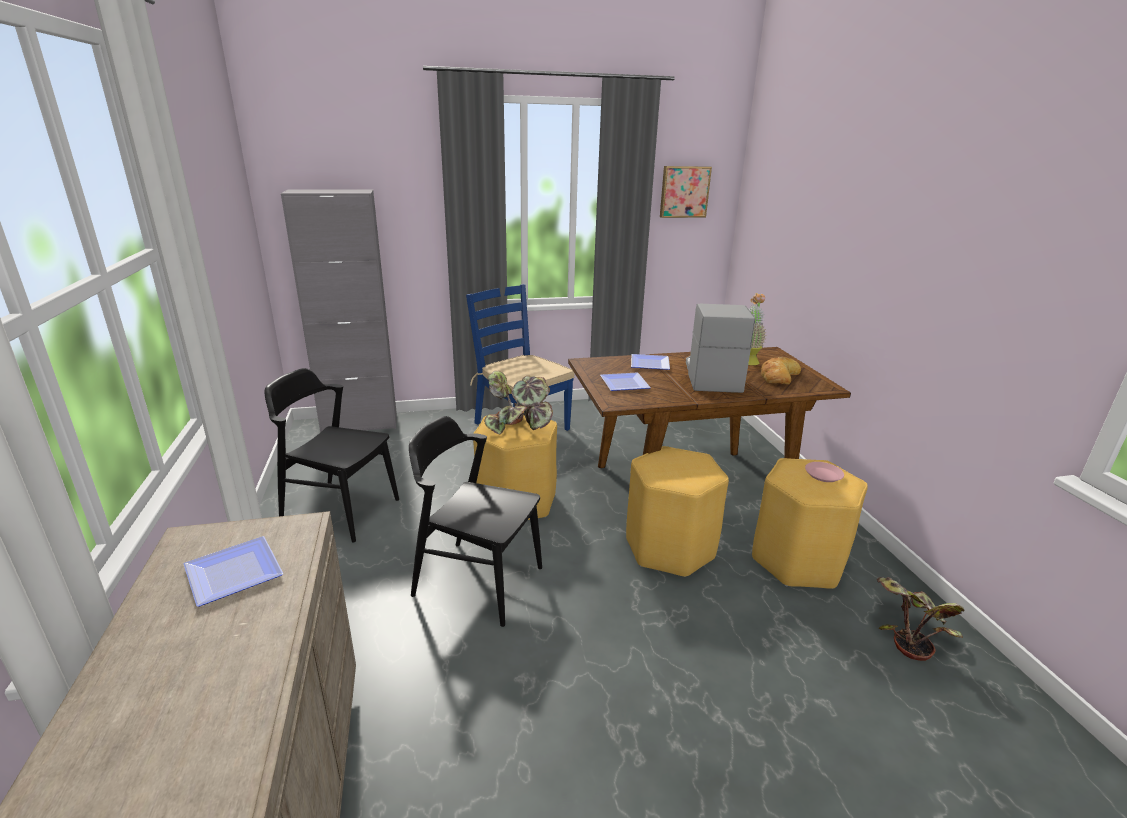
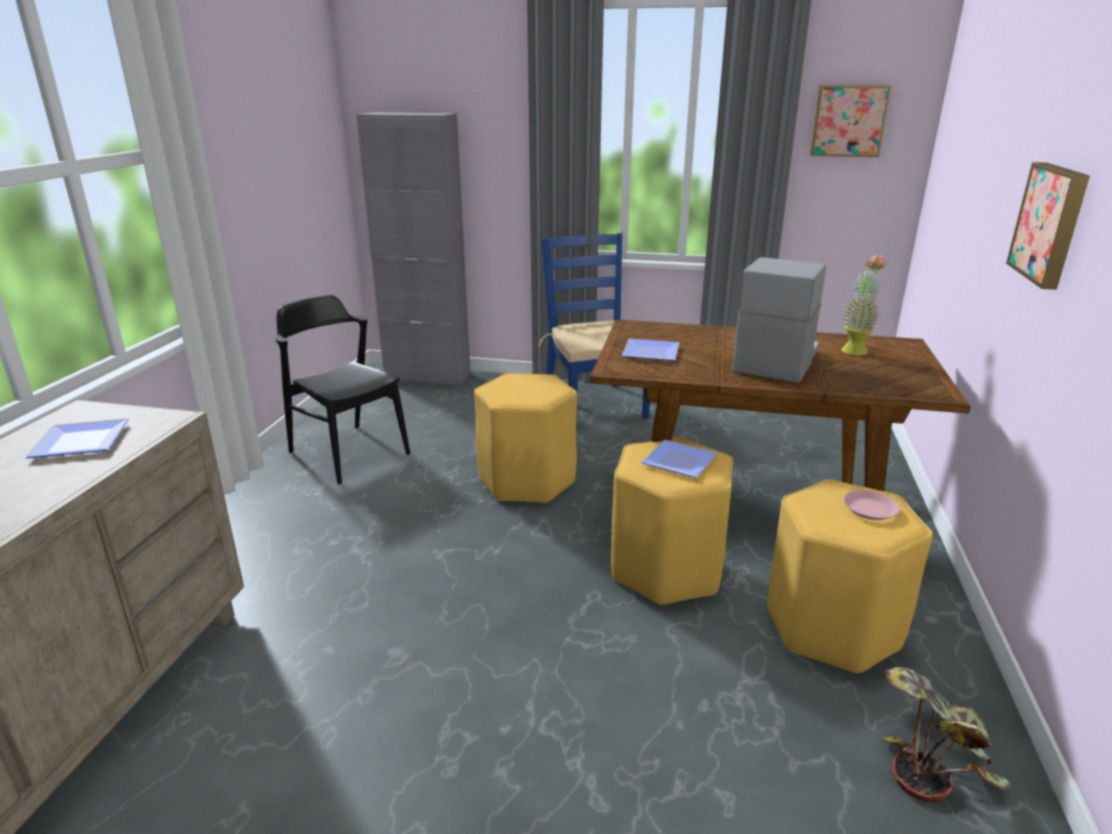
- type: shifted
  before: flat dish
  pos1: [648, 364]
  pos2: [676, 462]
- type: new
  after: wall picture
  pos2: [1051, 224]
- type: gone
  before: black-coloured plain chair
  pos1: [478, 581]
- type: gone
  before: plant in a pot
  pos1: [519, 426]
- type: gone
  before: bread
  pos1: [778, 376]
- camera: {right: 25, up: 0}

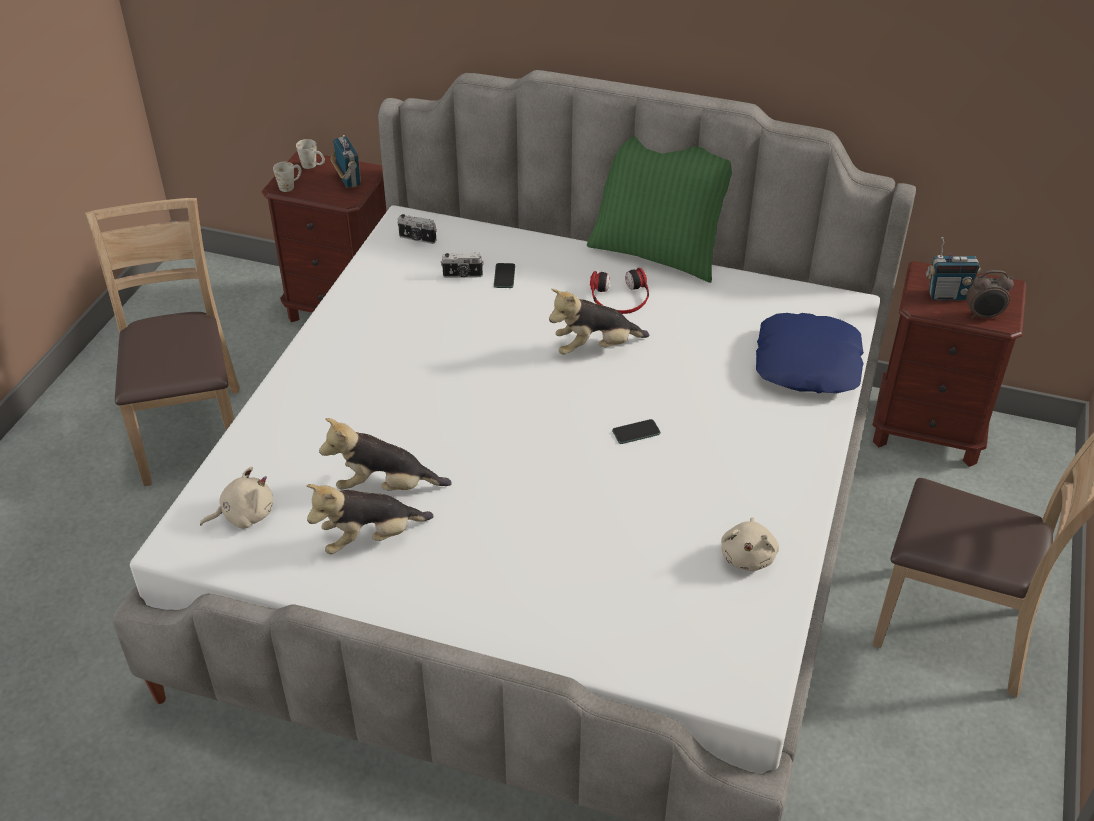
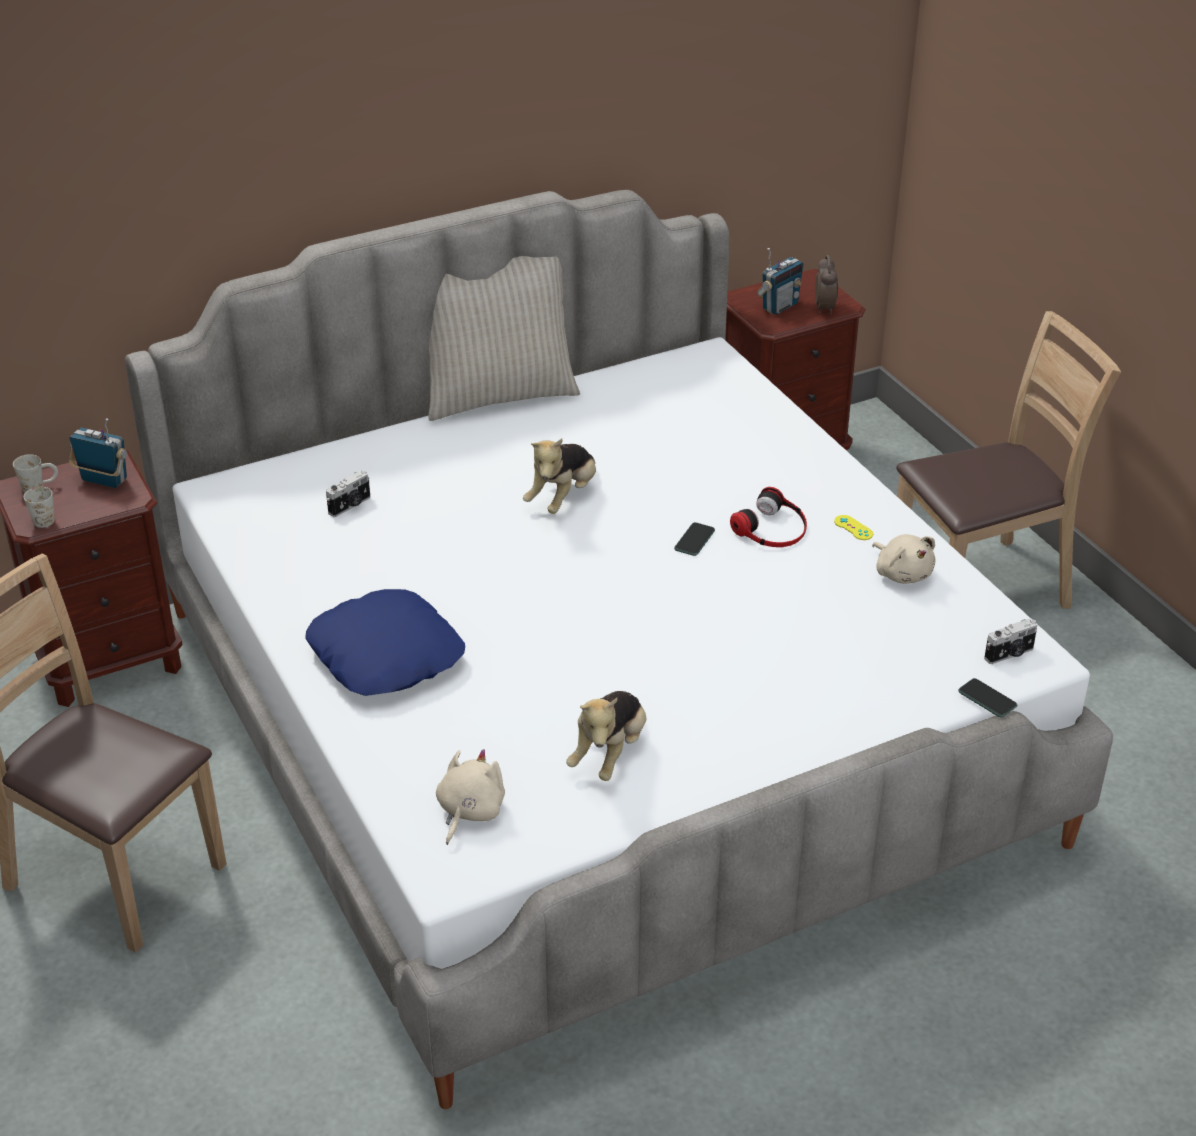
- type: shifted
  before: bluish throw pillow
  pos1: [808, 364]
  pos2: [387, 655]
- type: repainted
  before: greenish throw pillow
  after: beige throw pillow
  pos1: [657, 252]
  pos2: [498, 394]
- type: shifted
  before: headphones
  pos1: [620, 297]
  pos2: [772, 528]
- type: rotated
  before: table clock
  pos1: [983, 316]
  pos2: [825, 308]
  turn: -45
- type: new
  after: yellowish game controller
  pos2: [853, 528]
- type: shifted
  before: handset
  pos1: [504, 276]
  pos2: [987, 699]
- type: shifted
  before: photo camera
  pos1: [417, 239]
  pos2: [1010, 654]
- type: gone
  before: soft toy
  pos1: [385, 487]
- camera: {right: -45, up: -5}

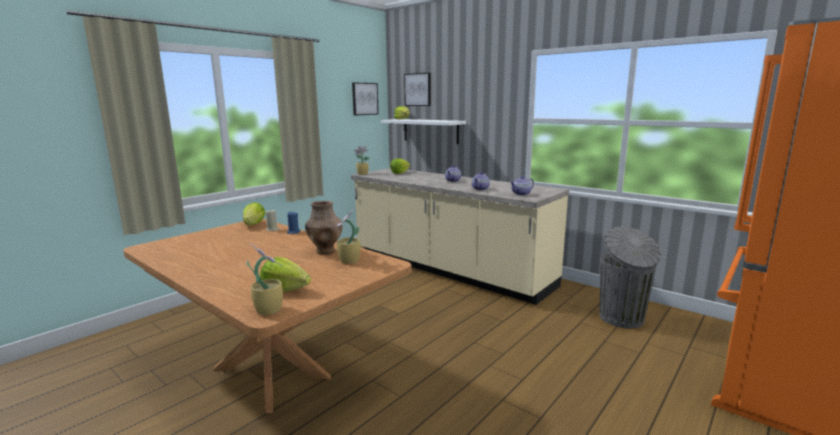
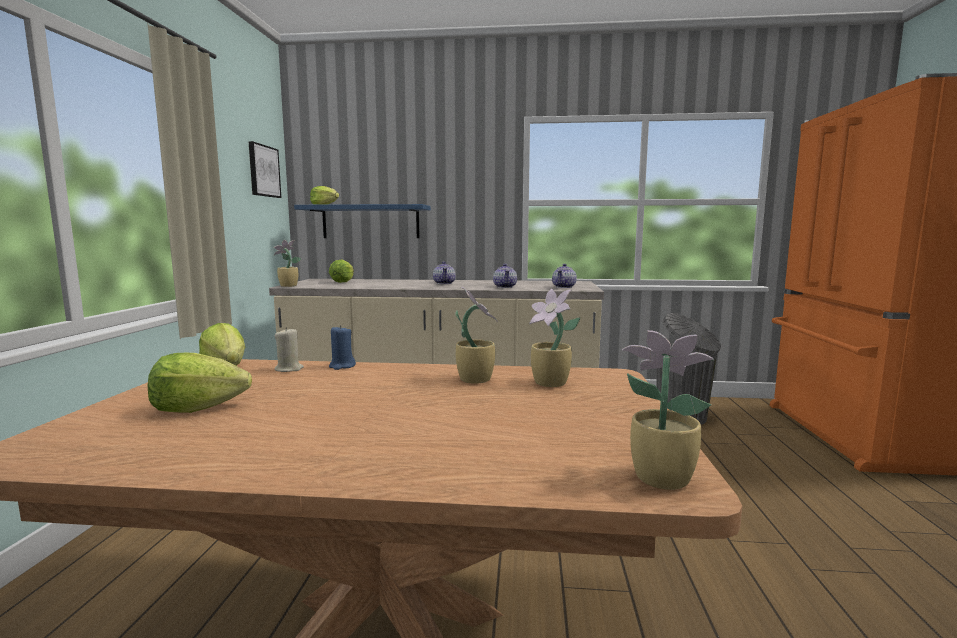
- type: shifted
  before: head of lettuce
  pos1: [285, 290]
  pos2: [198, 408]
- type: repainted
  before: white-coloured shelf
  after: bluish shelf
  pos1: [430, 131]
  pos2: [370, 222]
- type: swapped
  before: brownish vase
  after: plant in a pot
  pos1: [325, 251]
  pos2: [475, 379]
- type: gone
  before: wall picture
  pos1: [418, 89]
- camera: {right: -35, up: -5}

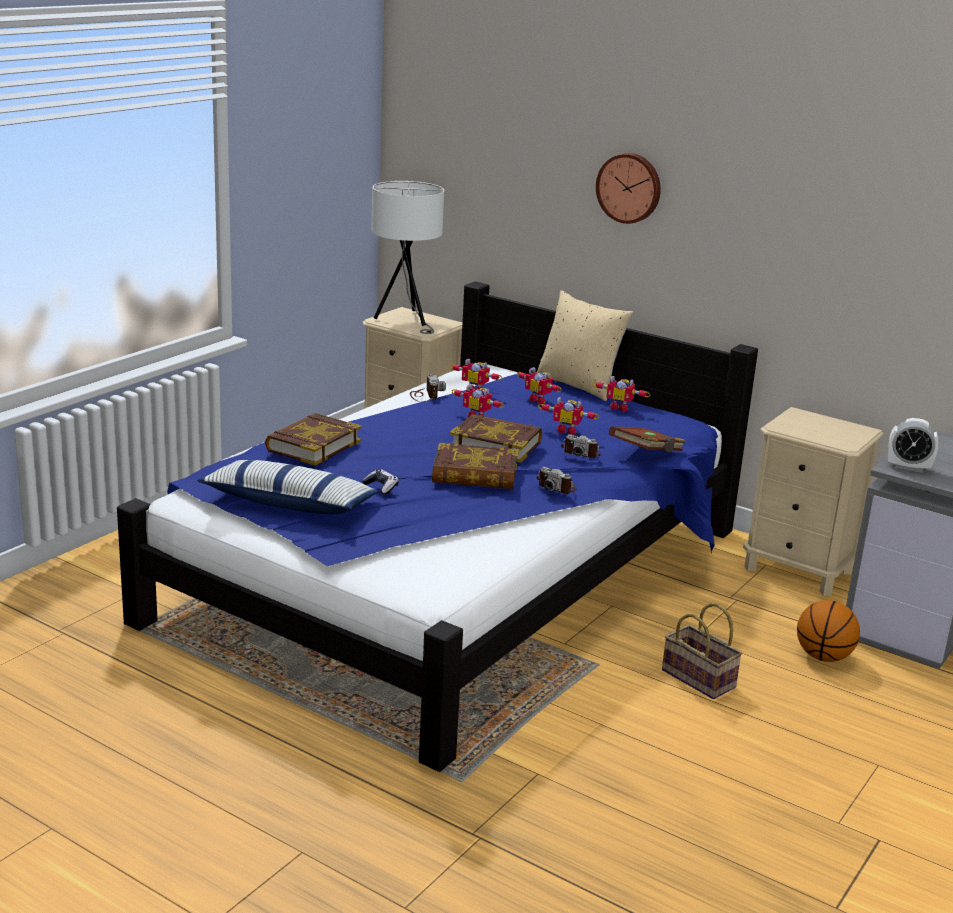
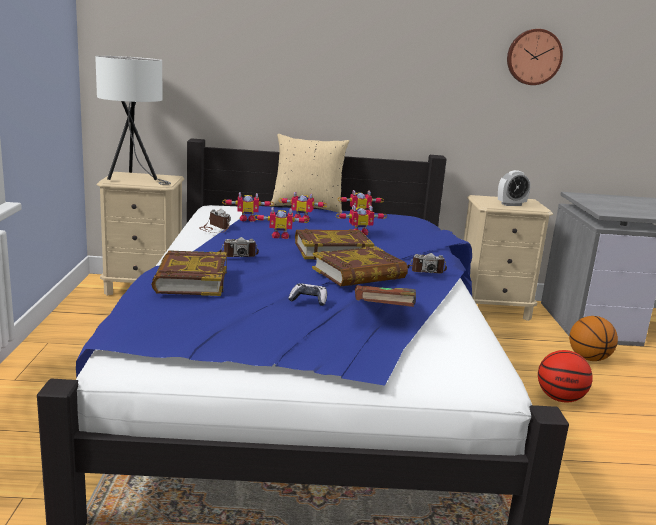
- type: shifted
  before: photo camera
  pos1: [581, 453]
  pos2: [237, 255]
- type: shifted
  before: brownish volume
  pos1: [647, 454]
  pos2: [383, 312]
- type: shifted
  before: table clock
  pos1: [908, 467]
  pos2: [511, 204]
- type: shifted
  before: hanging clock
  pos1: [629, 187]
  pos2: [533, 57]
- type: swapped
  before: household basket
  after: basketball
  pos1: [700, 679]
  pos2: [560, 398]
- type: gone
  before: throw pillow
  pos1: [289, 504]
- camera: {right: -35, up: -5}

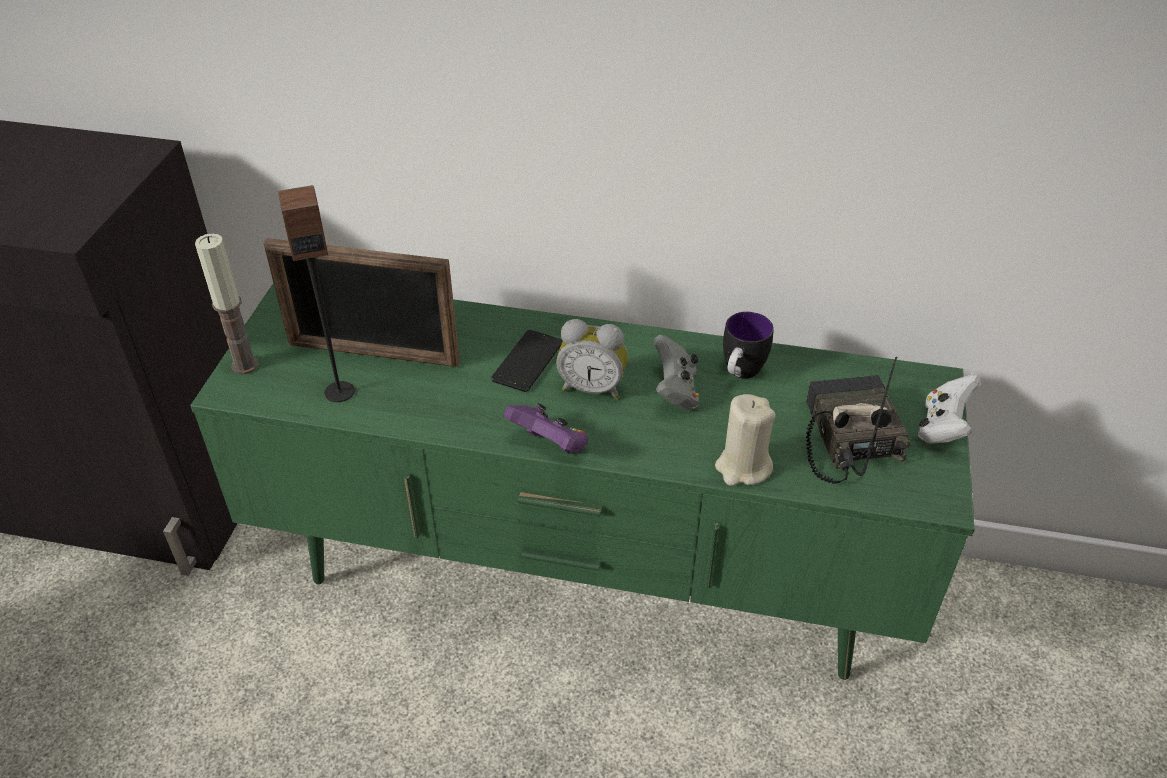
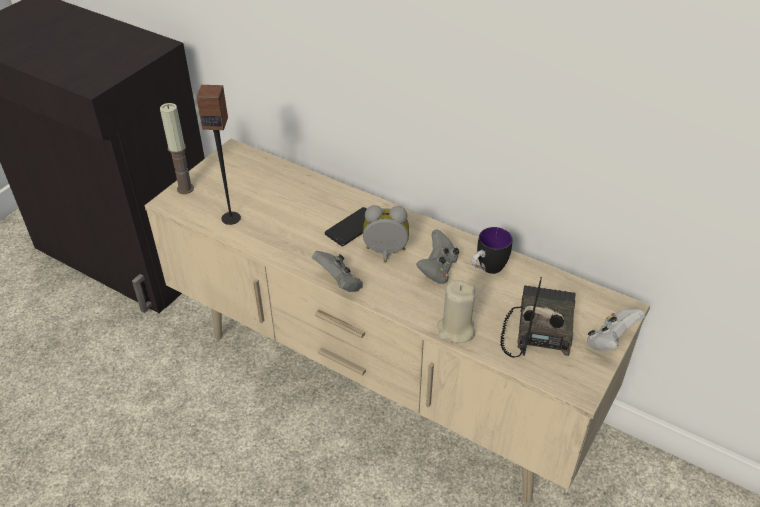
- type: repainted
  before: greenish tv stand
  after: beige tv stand
  pos1: [583, 581]
  pos2: [380, 386]
- type: repainted
  before: purple-coloured game controller
  after: greyish game controller
  pos1: [550, 445]
  pos2: [339, 283]
- type: rotated
  before: table clock
  pos1: [592, 387]
  pos2: [385, 254]
  turn: 150
- type: gone
  before: standing frame
  pos1: [373, 354]
- camera: {right: 20, up: 0}

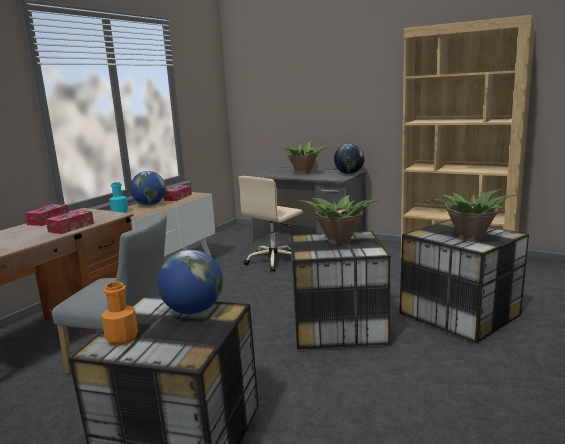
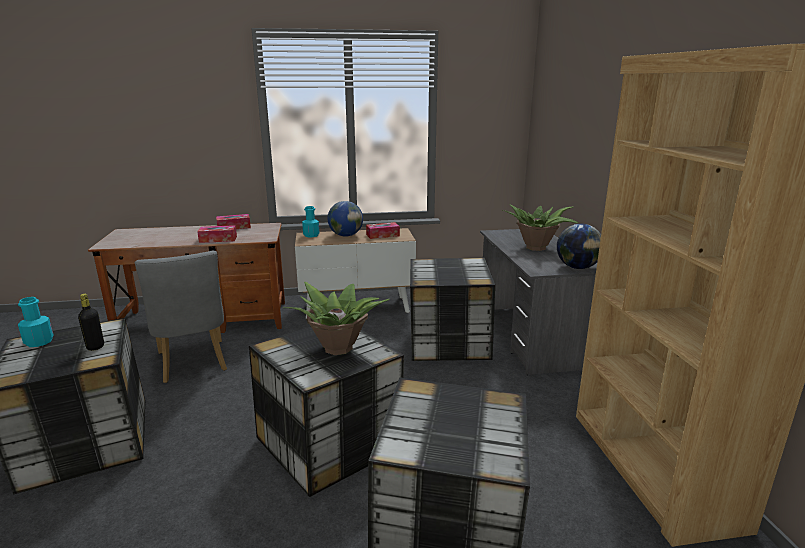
- type: repainted
  before: orange-coloured beverage bottle
  after: turquoise-coloured beverage bottle
  pos1: [122, 338]
  pos2: [39, 342]
- type: swapped
  before: world globe
  after: black-coloured beverage bottle
  pos1: [193, 311]
  pos2: [95, 347]
- type: swapped
  before: beige computer chair
  after: storage container
  pos1: [274, 261]
  pos2: [448, 341]
- type: gone
  before: plant in a pot
  pos1: [469, 238]
- camera: {right: 50, up: 5}

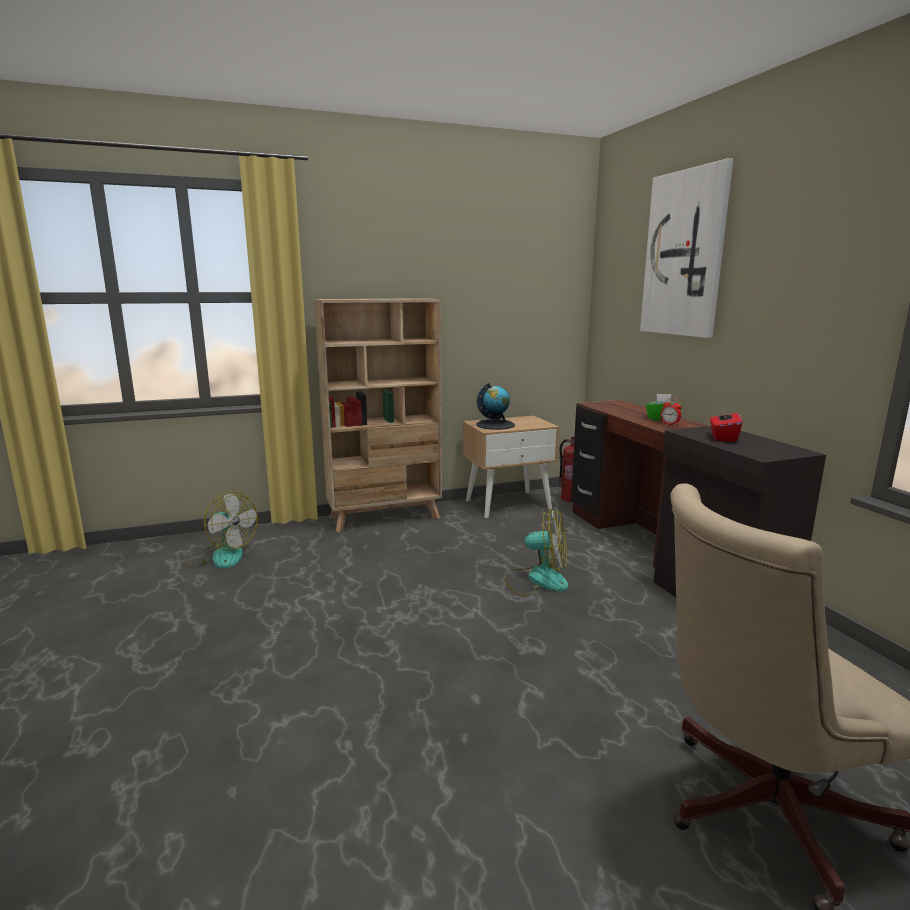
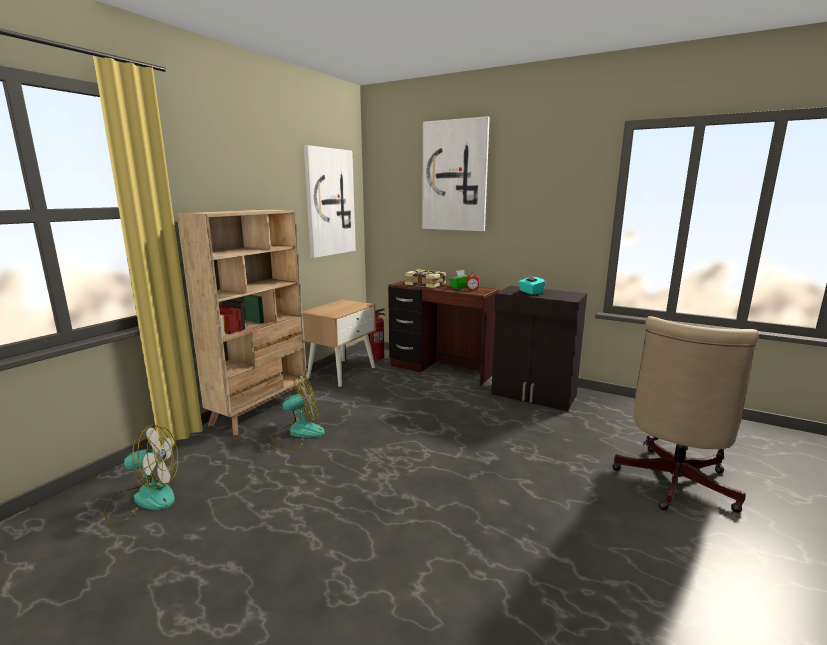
- type: shifted
  before: cooling fan
  pos1: [537, 579]
  pos2: [298, 433]
- type: new
  after: wall picture
  pos2: [329, 202]
- type: new
  after: volume
  pos2: [426, 285]
- type: repainted
  before: reddish box of tissues
  after: turquoise-coloured box of tissues
  pos1: [723, 437]
  pos2: [530, 292]
- type: gone
  before: world globe
  pos1: [495, 425]
- camera: {right: -40, up: 0}

